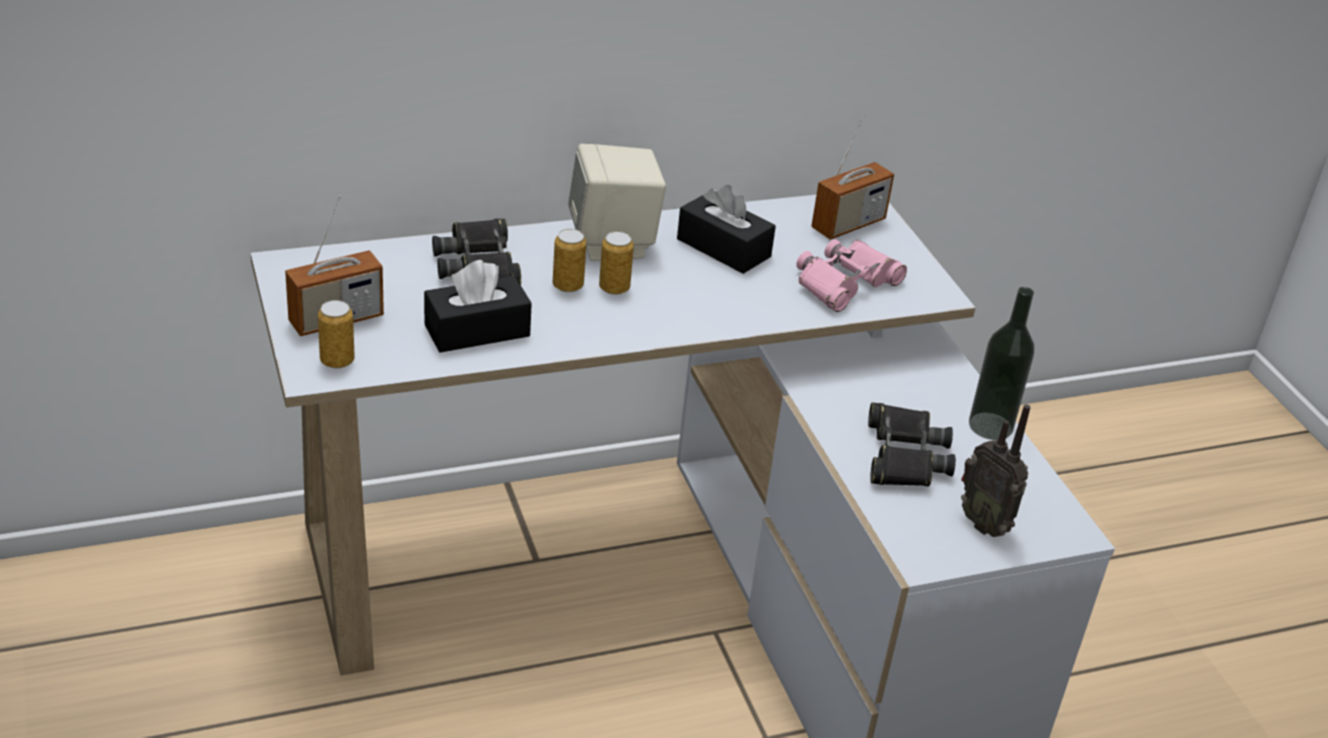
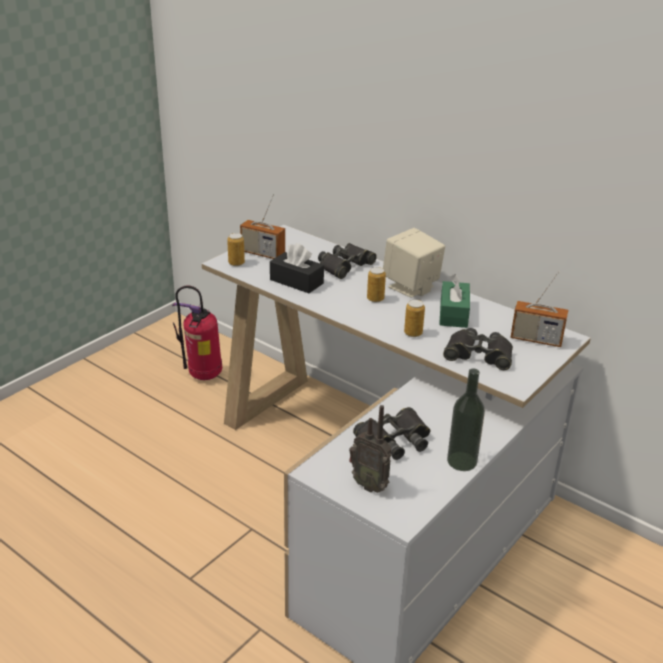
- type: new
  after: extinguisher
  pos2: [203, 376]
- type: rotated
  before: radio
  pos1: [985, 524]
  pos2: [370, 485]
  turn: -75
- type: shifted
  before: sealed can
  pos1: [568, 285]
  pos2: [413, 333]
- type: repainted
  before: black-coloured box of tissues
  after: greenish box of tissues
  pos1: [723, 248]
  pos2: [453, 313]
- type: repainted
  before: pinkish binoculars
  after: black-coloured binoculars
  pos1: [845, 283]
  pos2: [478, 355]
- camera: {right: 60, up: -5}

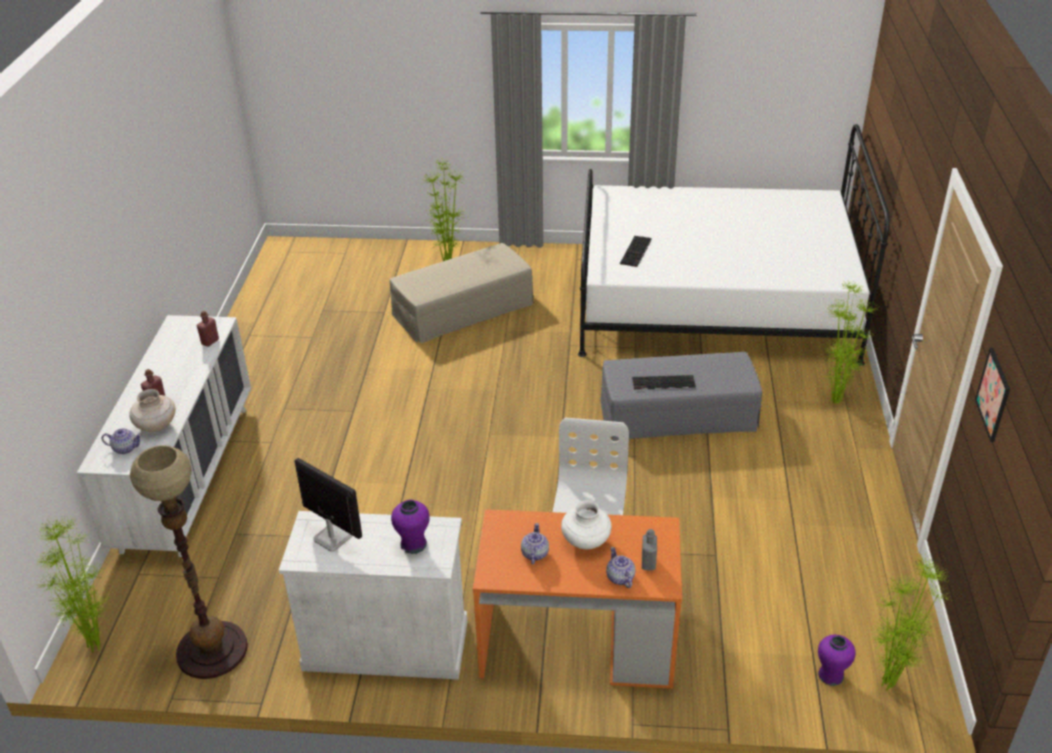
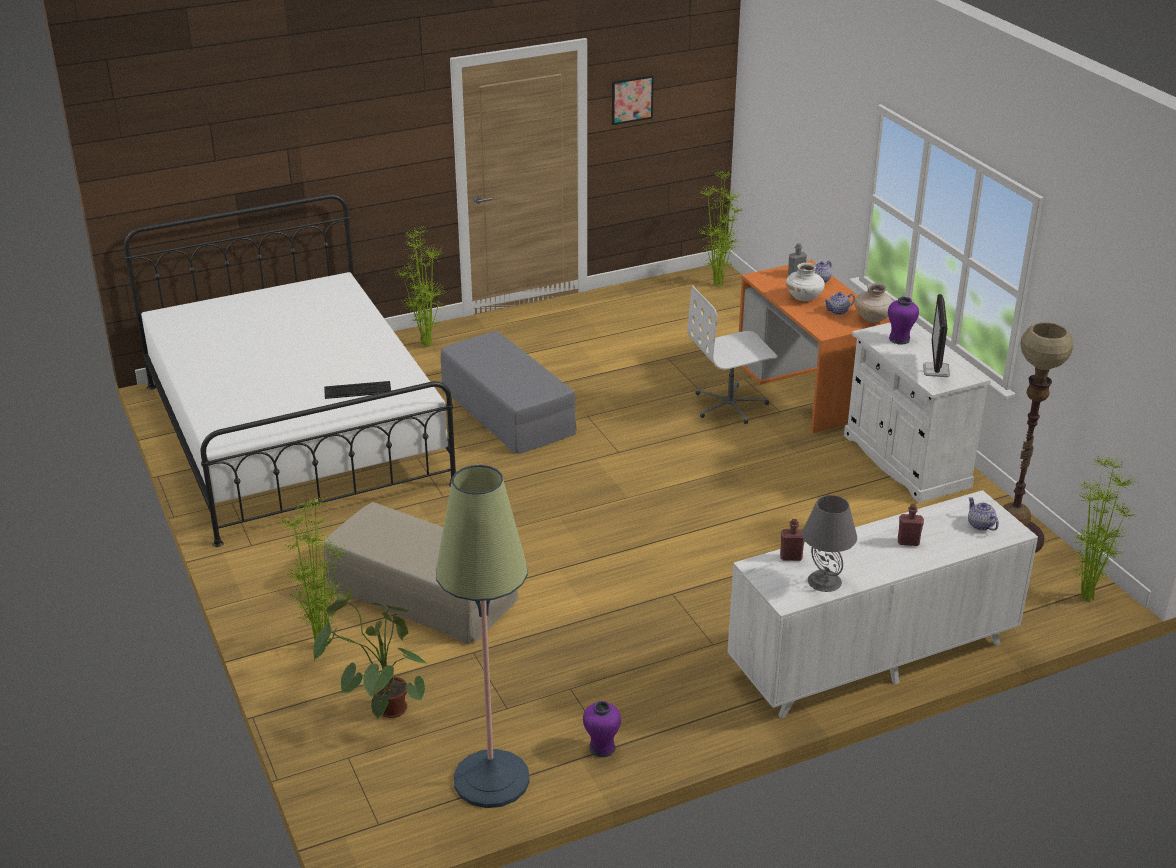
- type: new
  after: plant in a pot
  pos2: [378, 705]
- type: new
  after: floor lamp
  pos2: [491, 779]
- type: shifted
  before: purple-coloured vase
  pos1: [830, 675]
  pos2: [602, 748]
- type: new
  after: greyish tabletop lamp
  pos2: [824, 581]
- type: shifted
  before: beige vase
  pos1: [156, 426]
  pos2: [873, 319]
- type: gone
  before: keyboard
  pos1: [663, 383]
- camera: {right: -120, up: -5}

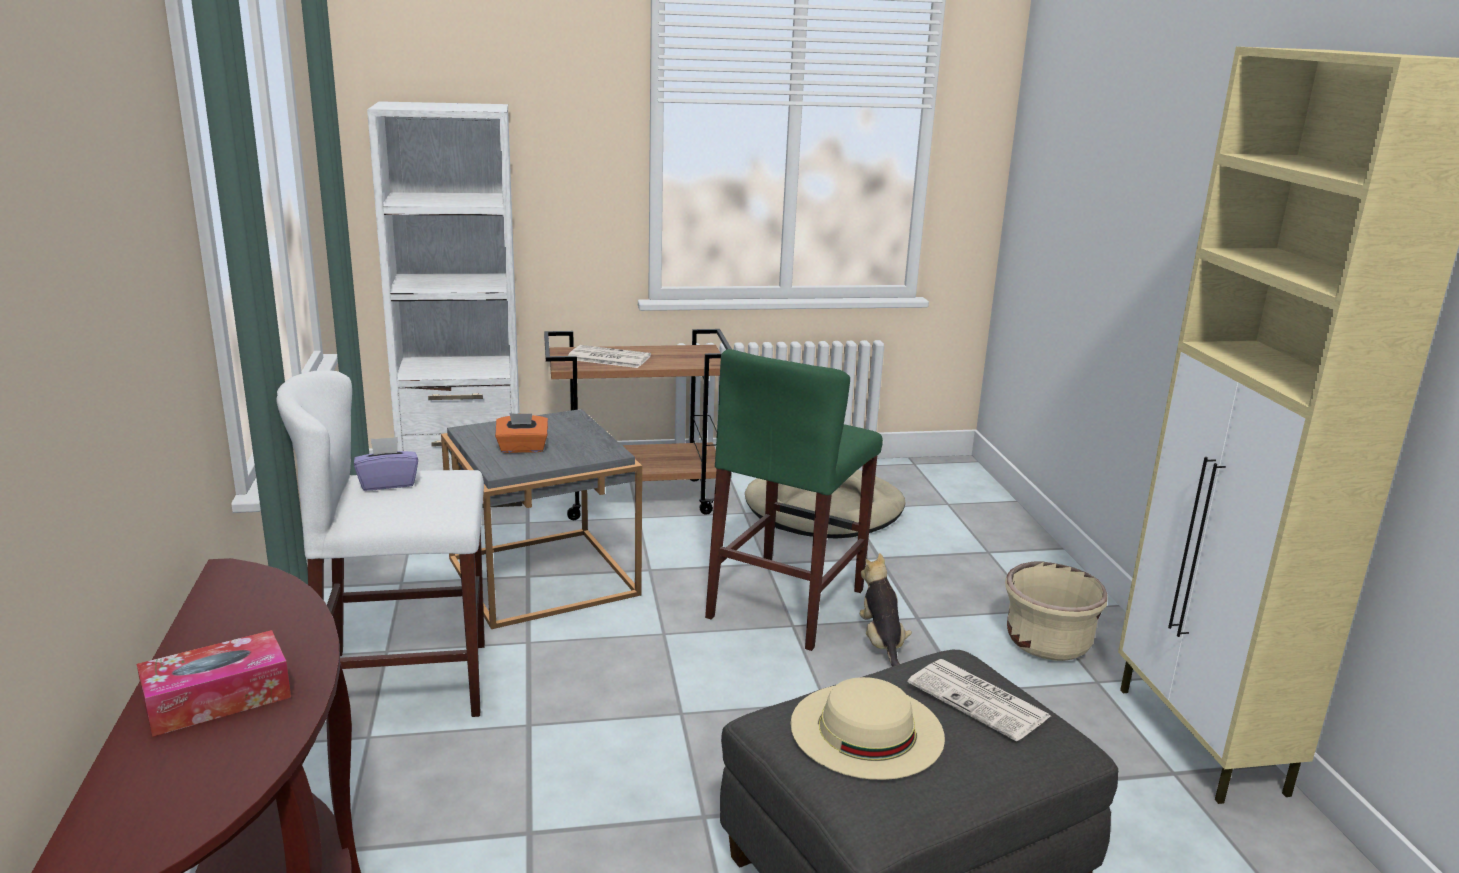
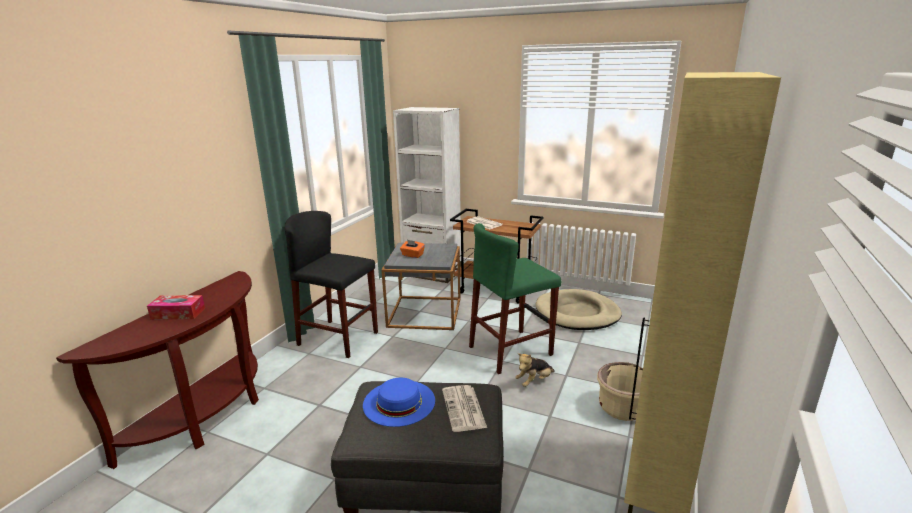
- type: repainted
  before: white-coloured sitting stool
  after: black-coloured sitting stool
  pos1: [405, 683]
  pos2: [338, 338]
- type: repainted
  before: beige wearable hat
  after: bluish wearable hat
  pos1: [867, 729]
  pos2: [399, 402]
- type: rotated
  before: soft toy
  pos1: [881, 644]
  pos2: [534, 381]
  turn: -150
- type: gone
  before: purple-coloured box of tissues
  pos1: [387, 483]
- camera: {right: 35, up: 0}

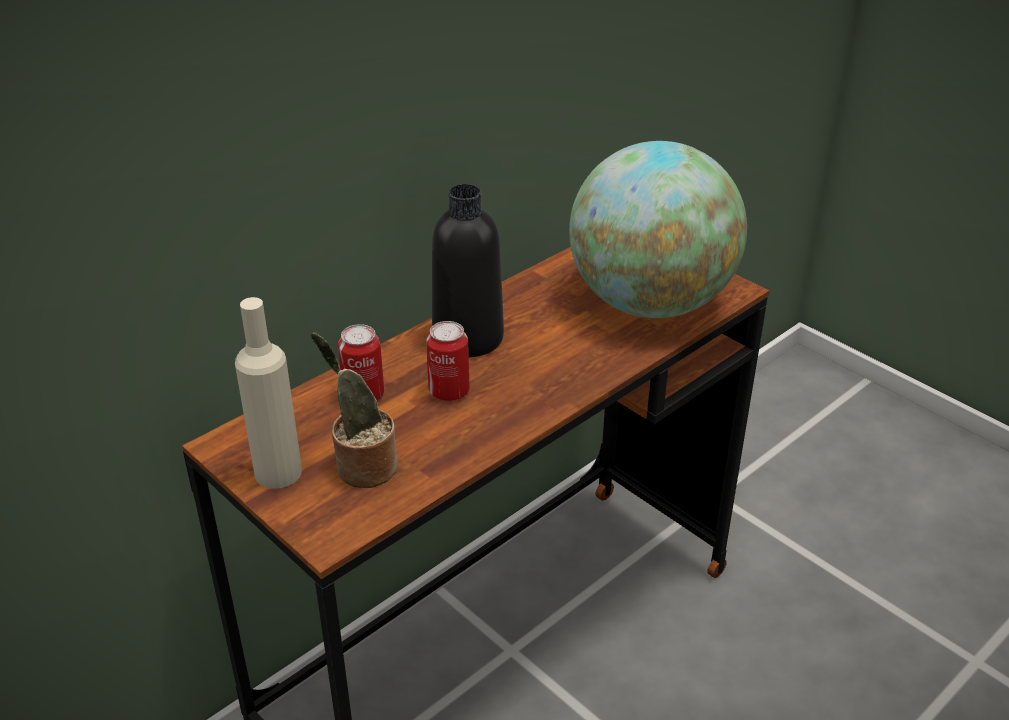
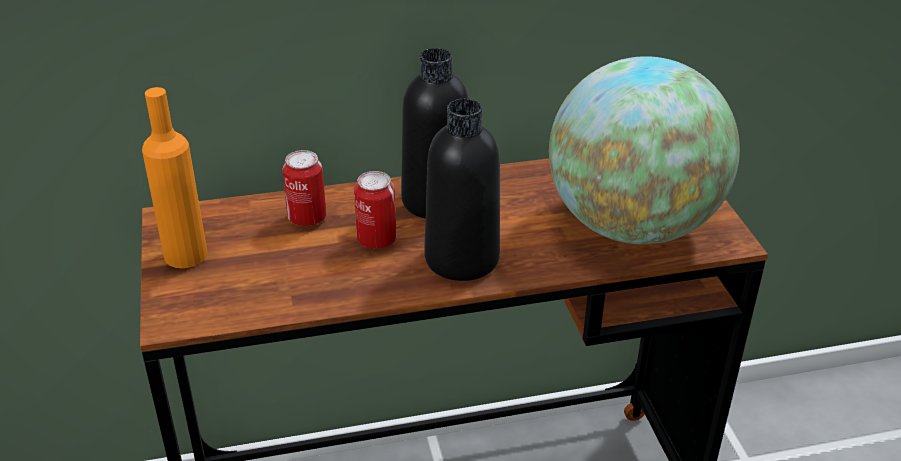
- type: repainted
  before: beige beverage bottle
  after: orange-coloured beverage bottle
  pos1: [278, 472]
  pos2: [185, 255]
- type: new
  after: black-coloured beverage bottle
  pos2: [462, 259]
- type: gone
  before: plant in a pot
  pos1: [362, 467]
- camera: {right: 30, up: 0}

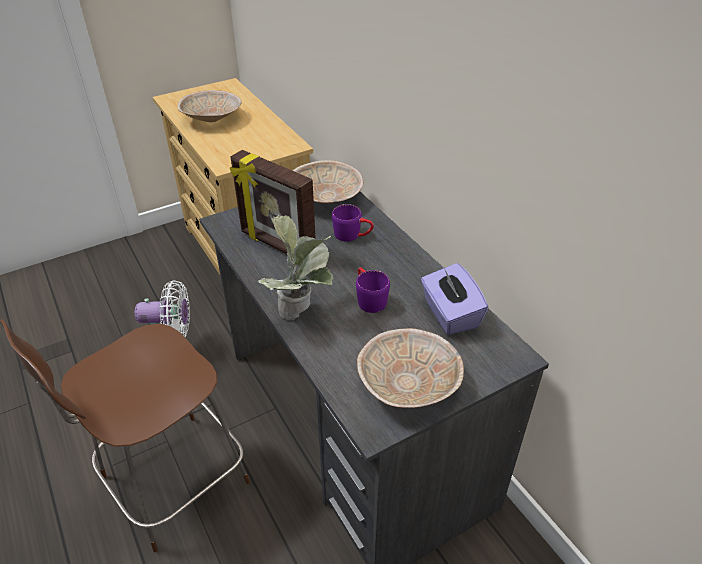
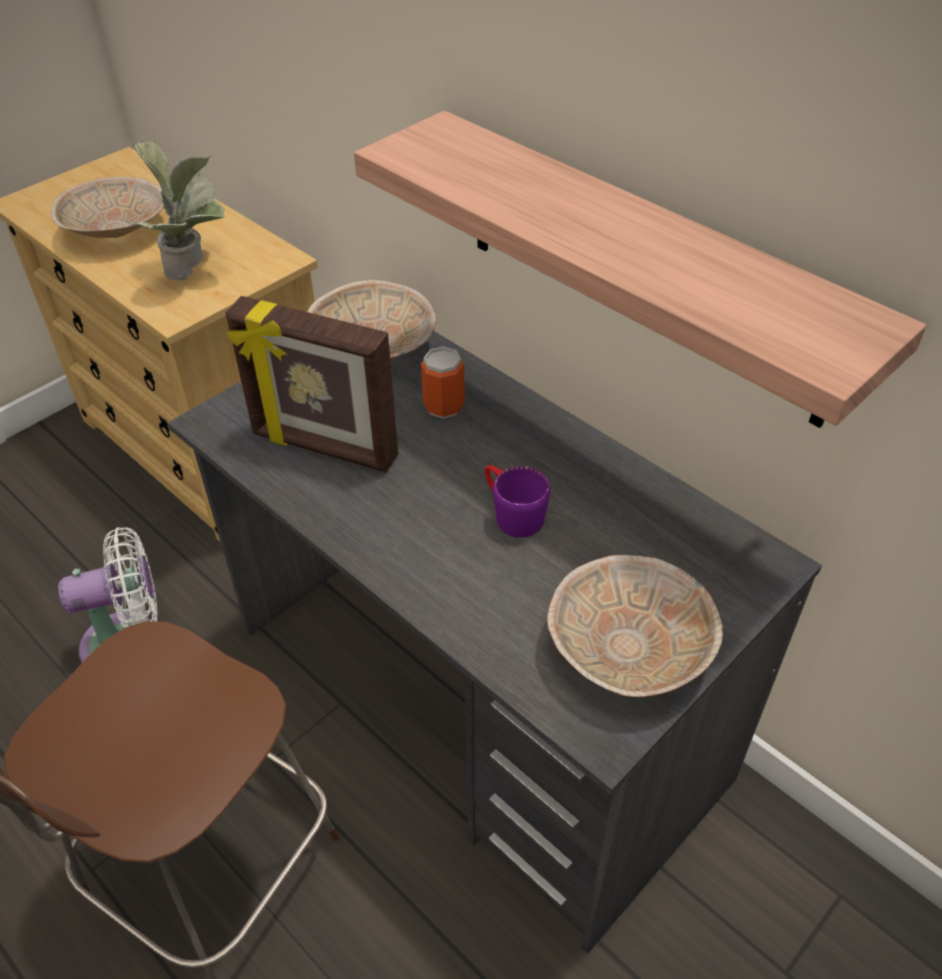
- type: shifted
  before: plant in a pot
  pos1: [302, 312]
  pos2: [195, 271]
- type: new
  after: shelf
  pos2: [641, 267]
- type: swapped
  before: purple-coloured coffee mug
  after: sealed can
  pos1: [353, 235]
  pos2: [443, 406]
- type: gone
  before: purple-coloured box of tissues
  pos1: [449, 314]
- camera: {right: -15, up: 5}

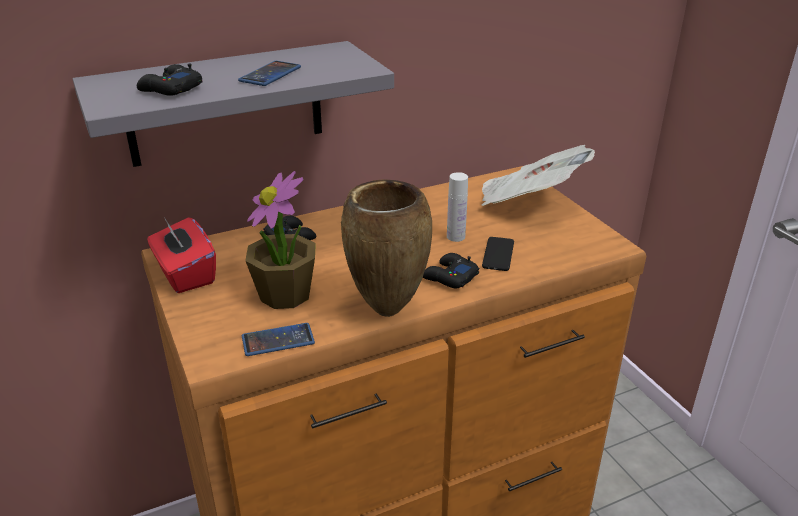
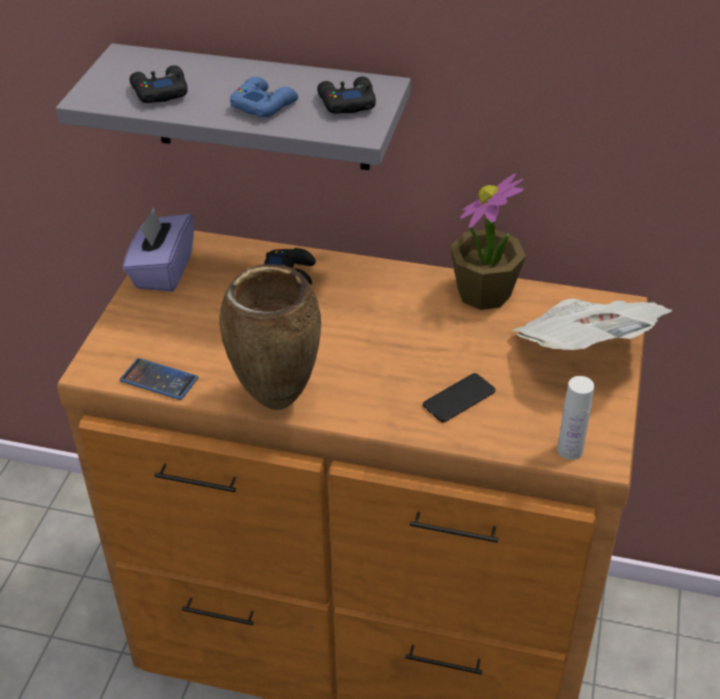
- type: repainted
  before: reddish box of tissues
  after: purple-coloured box of tissues
  pos1: [185, 274]
  pos2: [163, 270]
- type: swapped
  before: handset
  after: bluish game controller
  pos1: [270, 74]
  pos2: [264, 104]
- type: shifted
  before: black-coloured game controller
  pos1: [449, 277]
  pos2: [346, 102]
- type: shifted
  before: plant in a pot
  pos1: [285, 294]
  pos2: [484, 293]
- type: shifted
  before: white-coloured beverage bottle
  pos1: [455, 236]
  pos2: [569, 450]
- camera: {right: 40, up: 10}

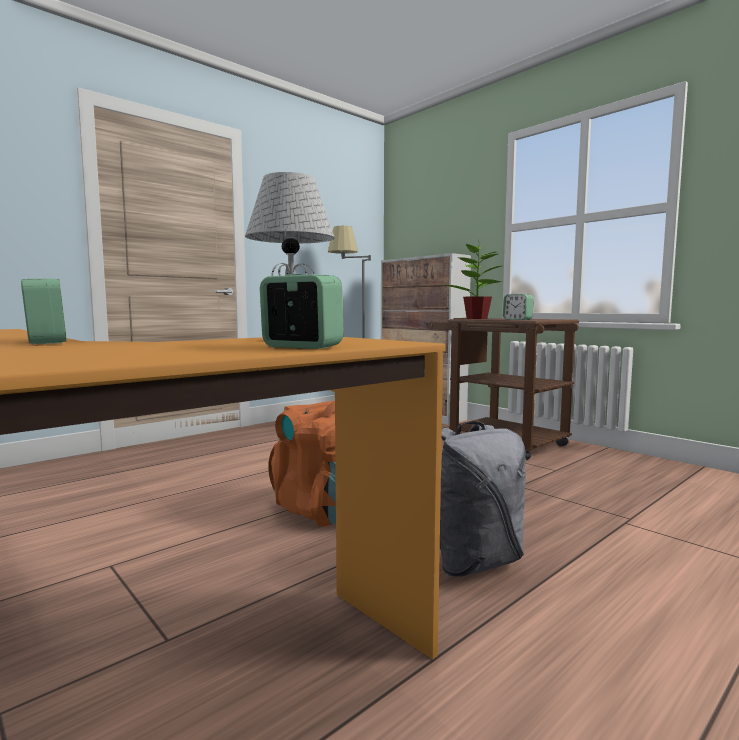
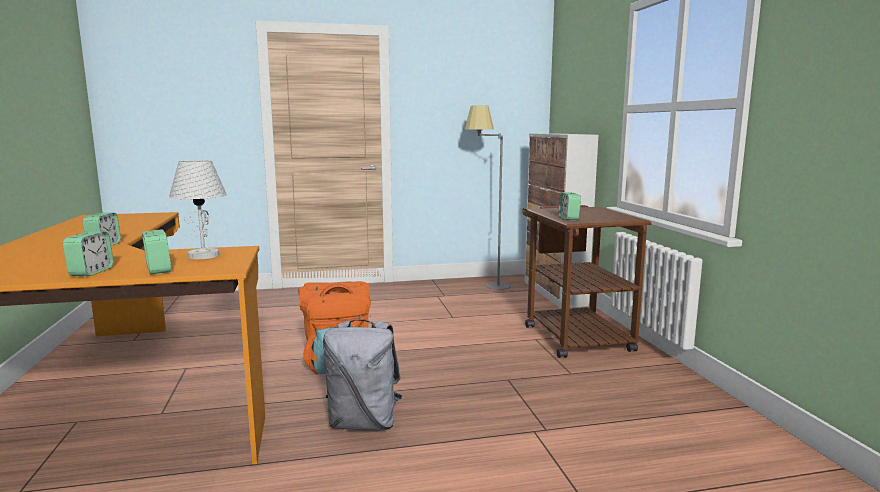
- type: new
  after: table clock
  pos2: [91, 272]
- type: gone
  before: plant in a pot
  pos1: [476, 318]
- camera: {right: 30, up: 5}

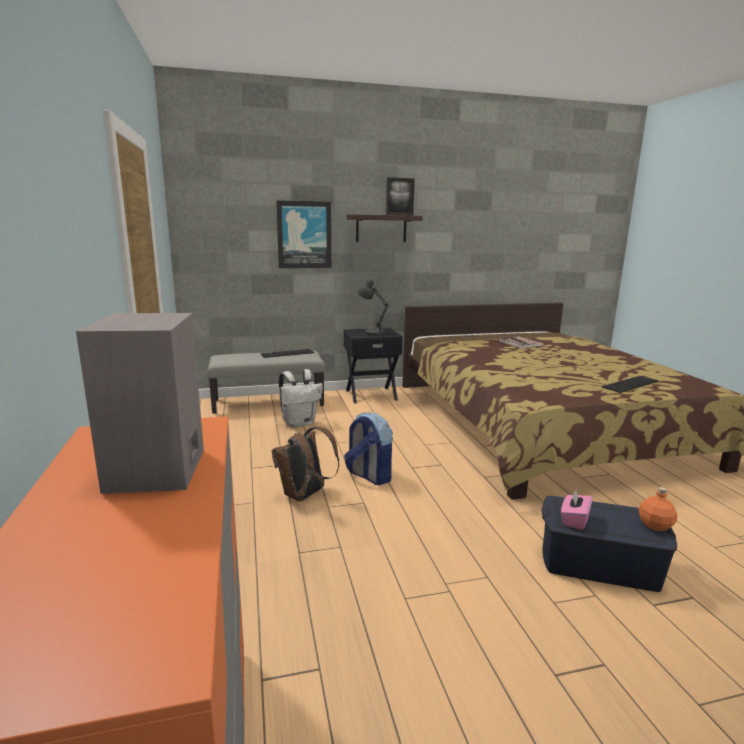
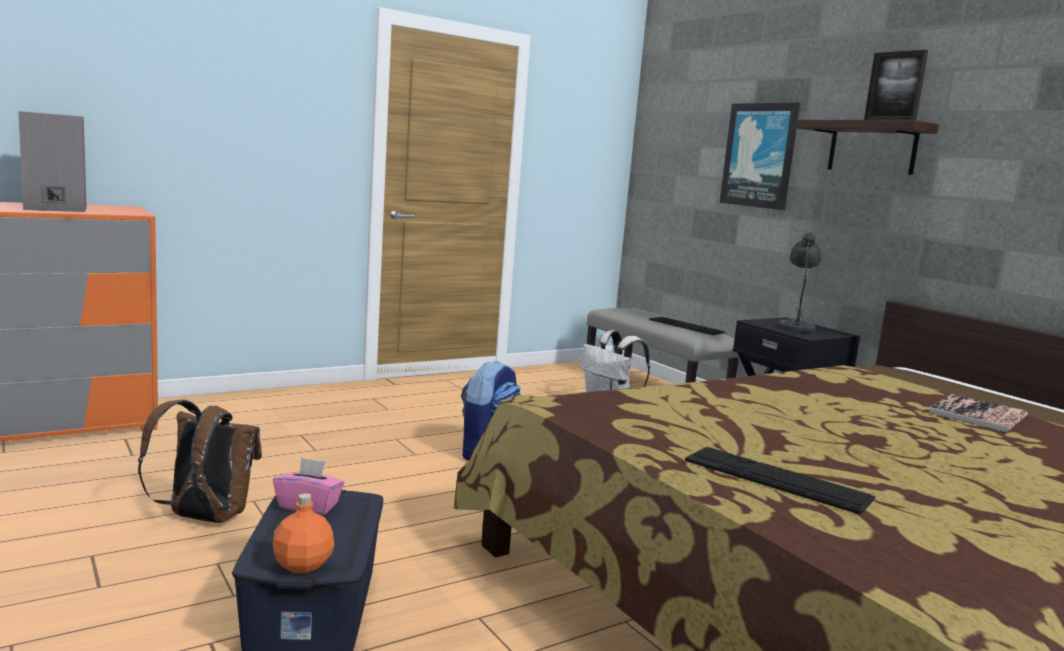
- type: shifted
  before: brownish rucksack
  pos1: [305, 496]
  pos2: [203, 518]
- camera: {right: 70, up: -5}

